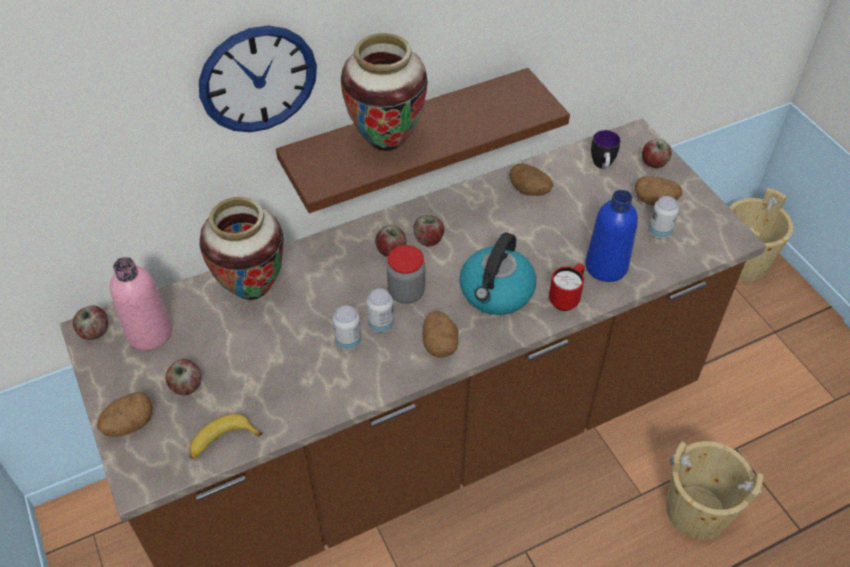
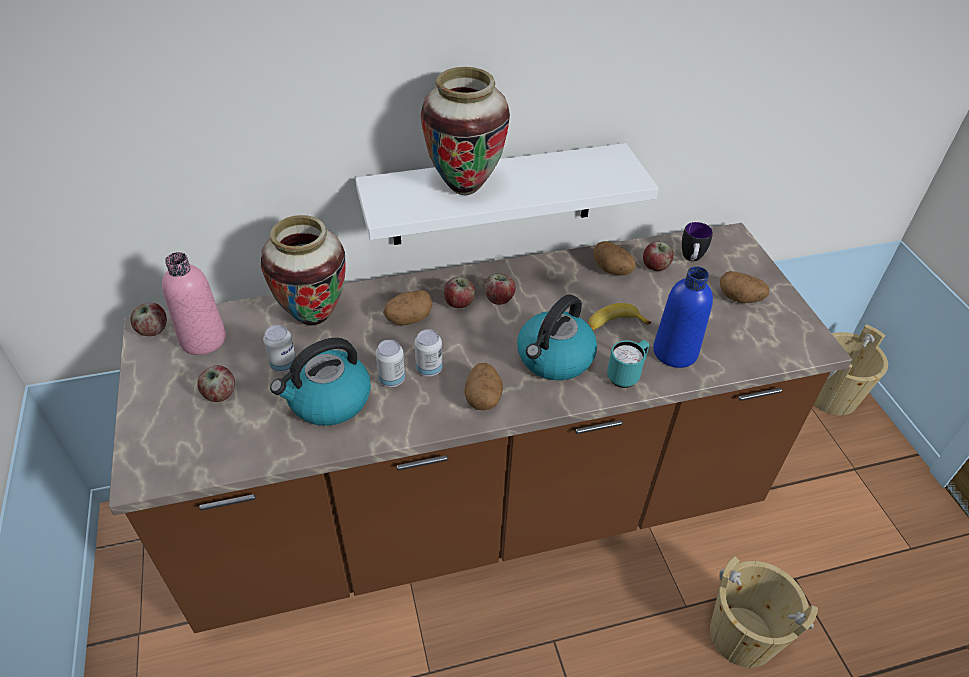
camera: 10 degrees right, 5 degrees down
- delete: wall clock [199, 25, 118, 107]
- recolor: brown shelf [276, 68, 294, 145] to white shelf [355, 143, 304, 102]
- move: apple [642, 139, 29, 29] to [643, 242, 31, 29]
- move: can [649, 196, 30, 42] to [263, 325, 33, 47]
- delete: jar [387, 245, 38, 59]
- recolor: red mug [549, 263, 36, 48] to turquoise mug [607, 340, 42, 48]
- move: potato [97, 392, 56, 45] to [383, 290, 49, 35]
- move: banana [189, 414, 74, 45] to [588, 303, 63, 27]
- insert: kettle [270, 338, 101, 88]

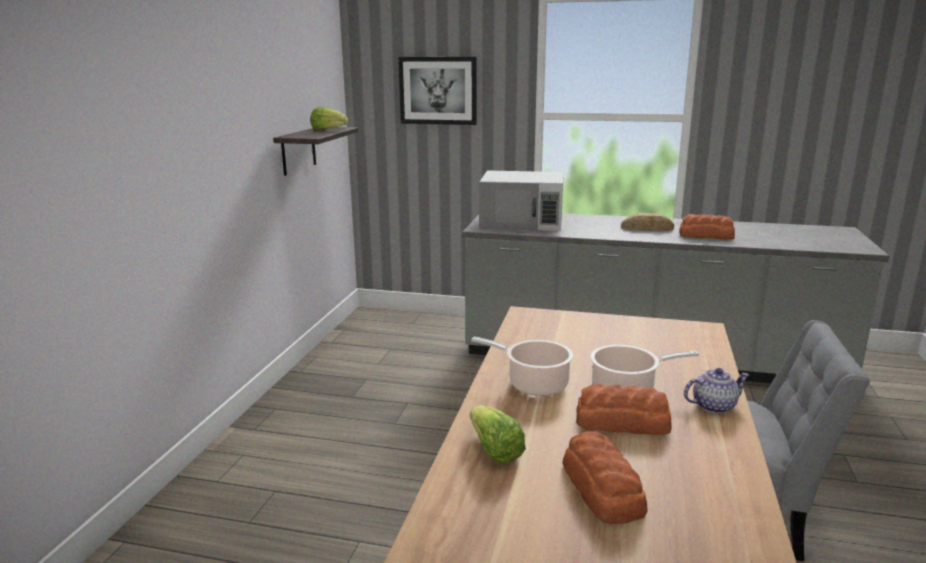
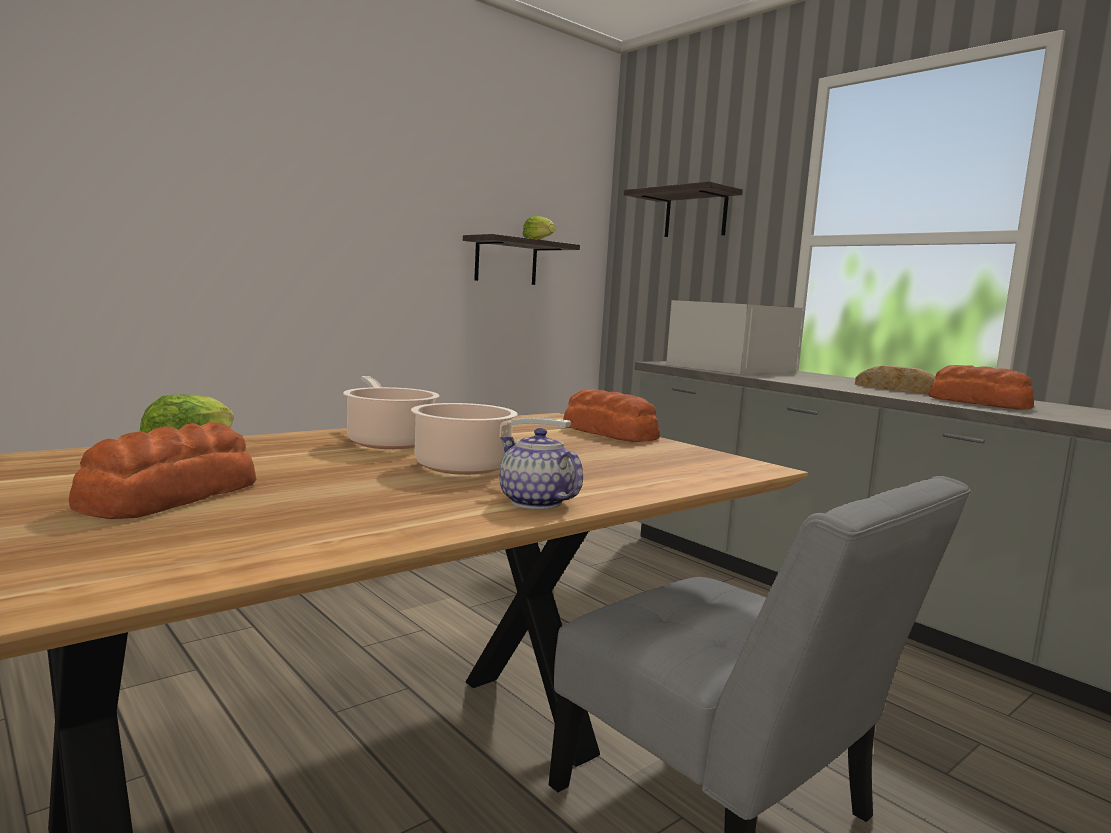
camera: 35 degrees right, 10 degrees down
- replace: picture [398, 57, 79, 68] to shelf [624, 181, 119, 56]
- rotate: white microwave [479, 171, 85, 60] = [666, 300, 137, 74] 90 degrees clockwise
- rotate: teapot [684, 368, 66, 46] = [499, 428, 84, 81] 150 degrees counterclockwise
- move: bread [576, 384, 96, 51] to [563, 389, 97, 53]

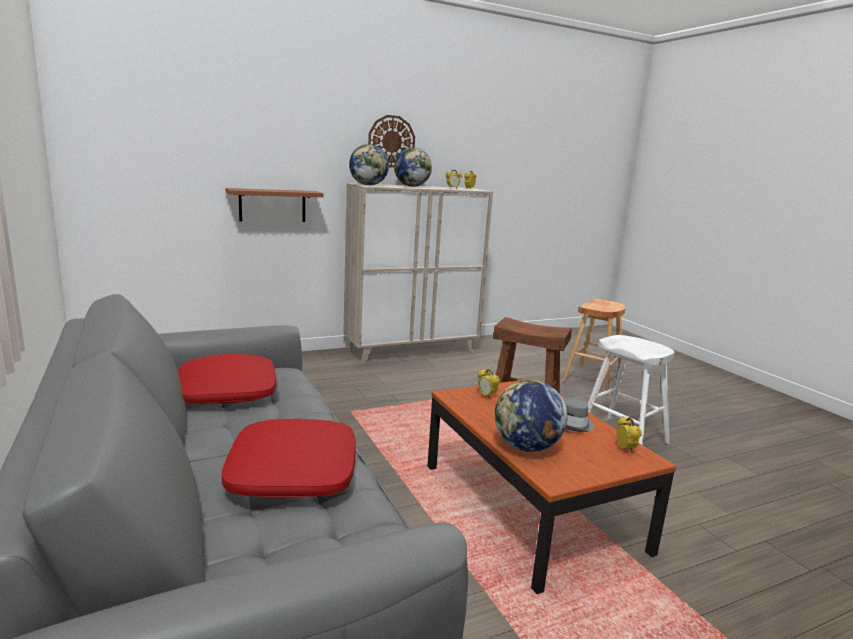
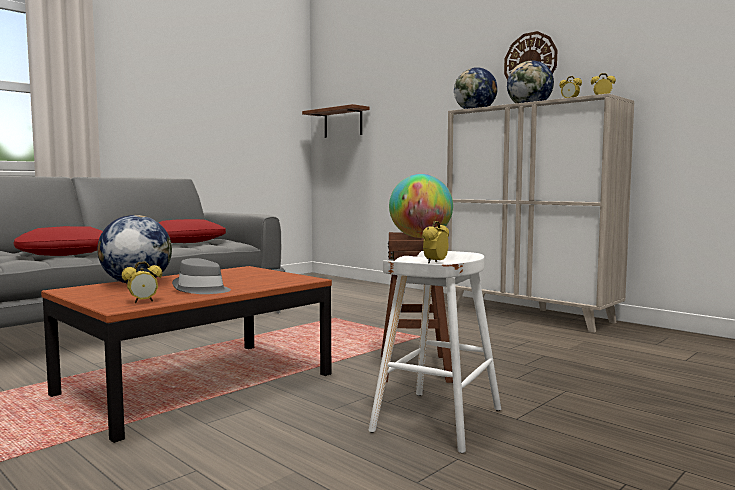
camera: 70 degrees right, 10 degrees down
- move: brown shelf [226, 188, 98, 34] to [302, 104, 67, 34]
- delete: brown stool [562, 298, 64, 93]
- move: alarm clock [478, 369, 22, 30] to [422, 221, 27, 43]
- insert: globe [389, 174, 64, 64]

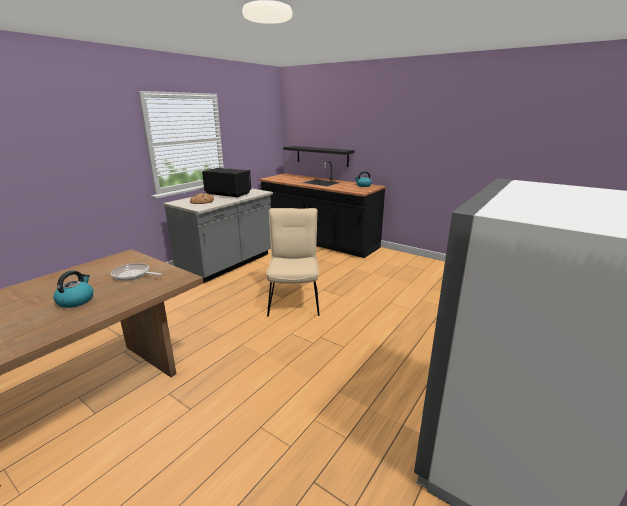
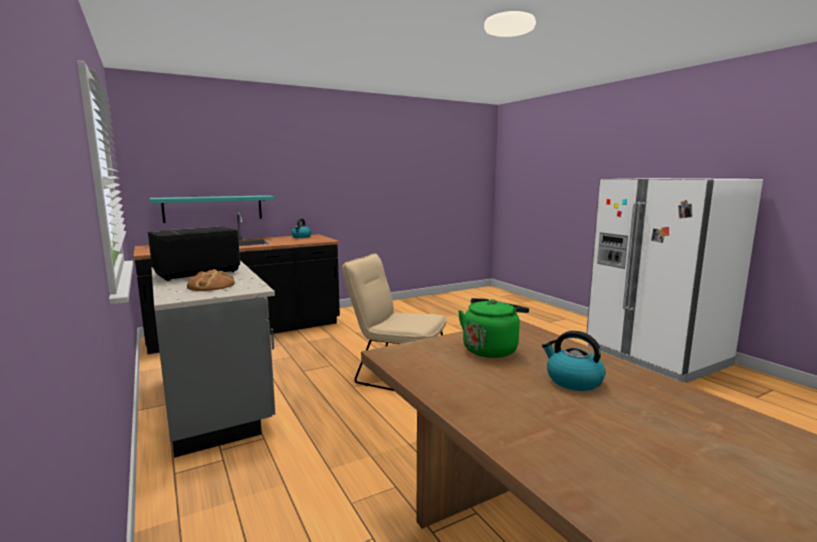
camera: 65 degrees left, 10 degrees down
- recolor: black shelf [283, 146, 72, 21] to turquoise shelf [150, 195, 125, 28]
- replace: frying pan [111, 263, 51, 18] to green kettle [458, 298, 71, 60]

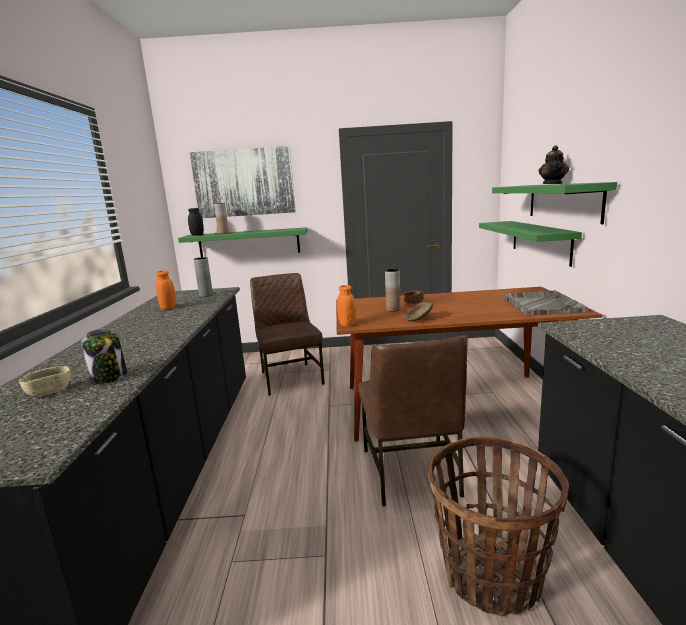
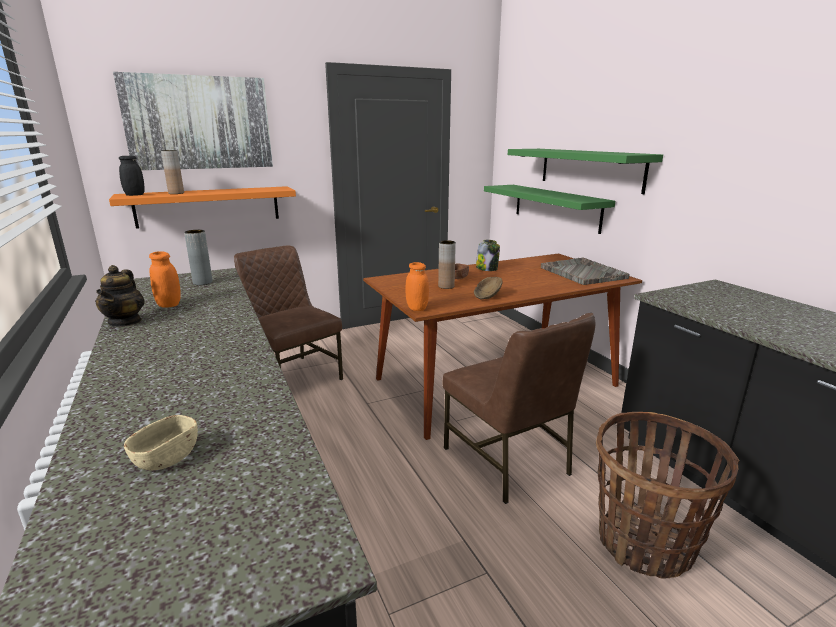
camera: 25 degrees left, 5 degrees up
- move: teapot [539, 145, 30, 39] to [95, 265, 50, 62]
- recolor: green shelf [178, 227, 130, 30] to orange shelf [109, 186, 187, 43]
- move: jar [81, 329, 46, 54] to [476, 240, 24, 31]

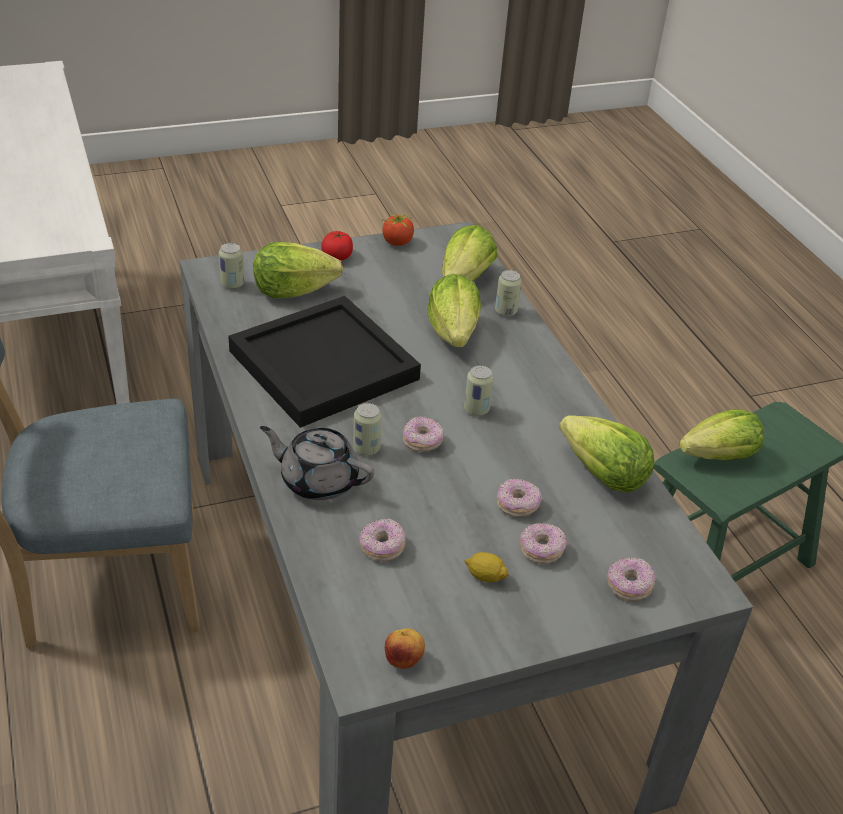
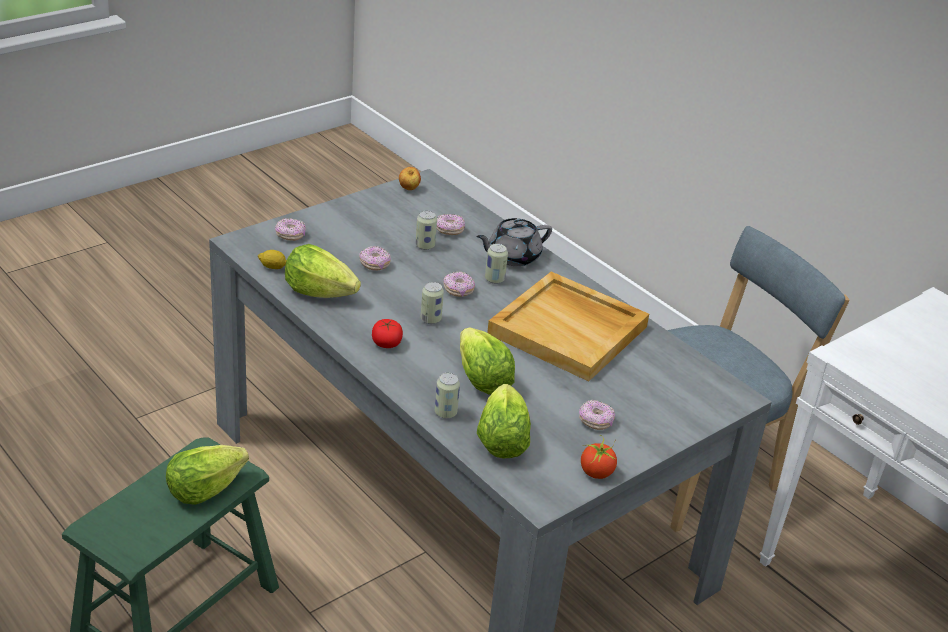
camera: 160 degrees right, 5 degrees down
- move: tomato [321, 231, 32, 30] to [372, 319, 31, 29]
- delete: lettuce [254, 242, 89, 56]
- move: can [219, 243, 25, 46] to [415, 211, 22, 39]
- recolor: black tray [228, 296, 193, 132] to beige tray [487, 272, 162, 109]
- rotate: grey teapot [260, 426, 114, 74] = [476, 218, 76, 48] 150 degrees clockwise
- move: donut [520, 523, 47, 41] to [579, 400, 36, 30]
- move: lemon [464, 552, 45, 30] to [258, 250, 29, 19]

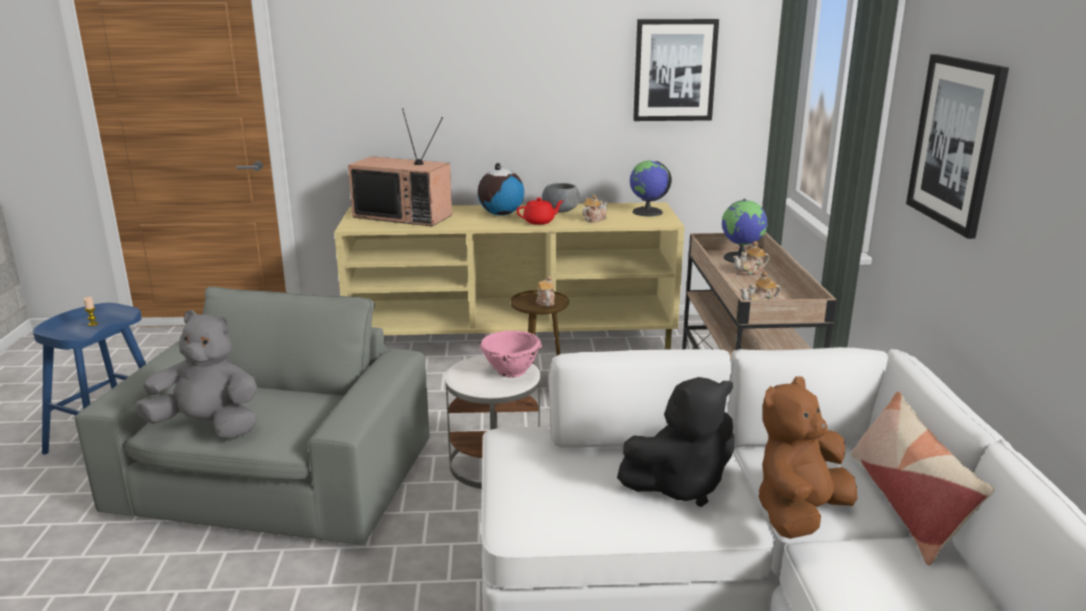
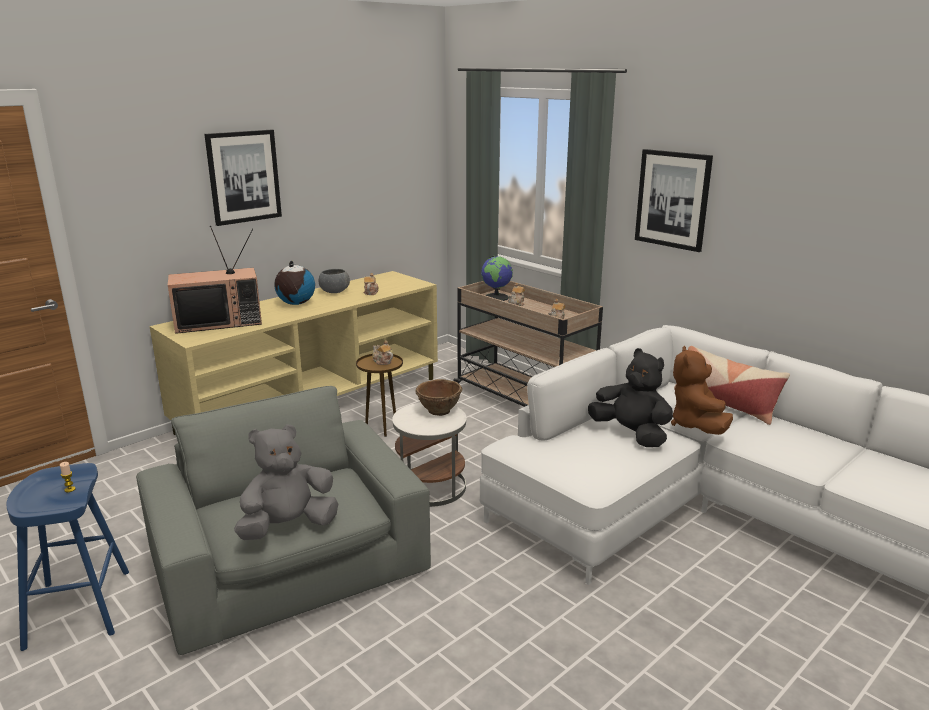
camera: 40 degrees left, 0 degrees up
- move: picture [633, 19, 86, 102] to [204, 130, 78, 96]
- delete: globe [630, 160, 42, 56]
- delete: red teapot [516, 198, 47, 27]
- recolor: pink bowl [479, 330, 63, 48] to brown bowl [415, 379, 48, 37]
- rotate: black plush toy [617, 377, 117, 130] = [588, 348, 85, 99] 75 degrees counterclockwise

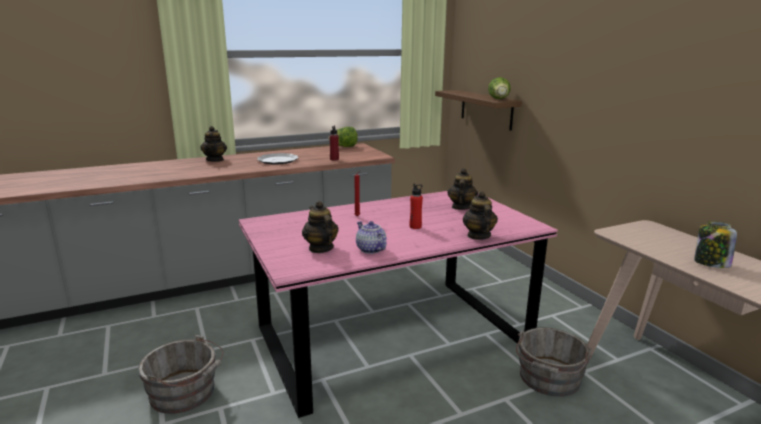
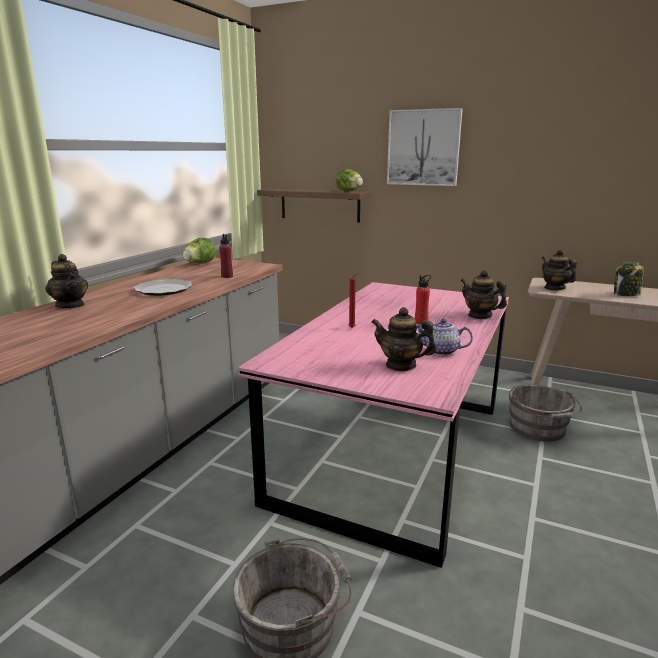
camera: 40 degrees left, 0 degrees up
- move: teapot [447, 168, 31, 42] to [542, 250, 35, 40]
- insert: picture [387, 108, 76, 78]

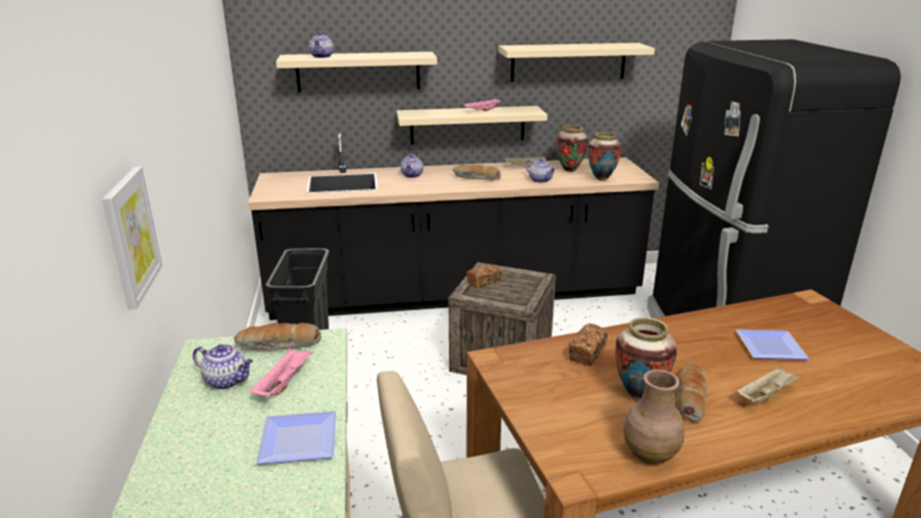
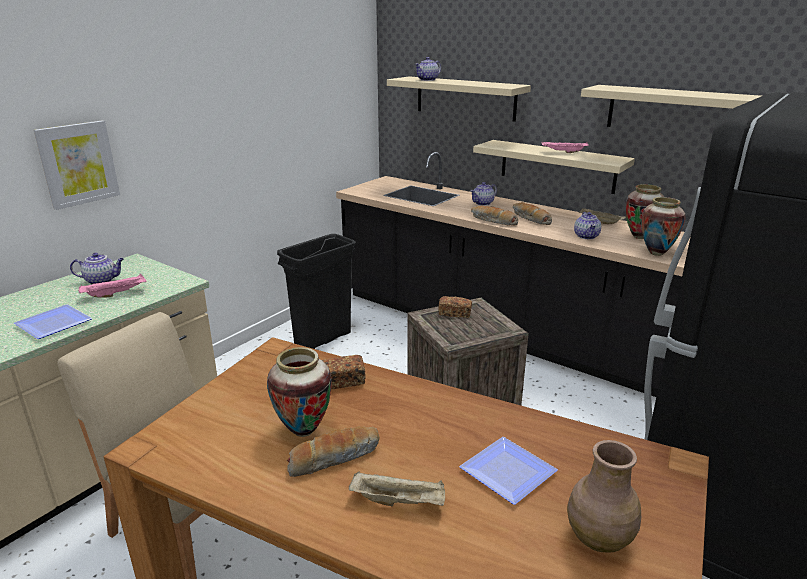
camera: 45 degrees right, 0 degrees up
- move: bread [234, 323, 87, 28] to [471, 205, 47, 21]
- rotate: teapot [193, 344, 60, 45] = [70, 253, 54, 32] 75 degrees counterclockwise
- move: brown vase [623, 369, 61, 95] to [567, 440, 74, 113]

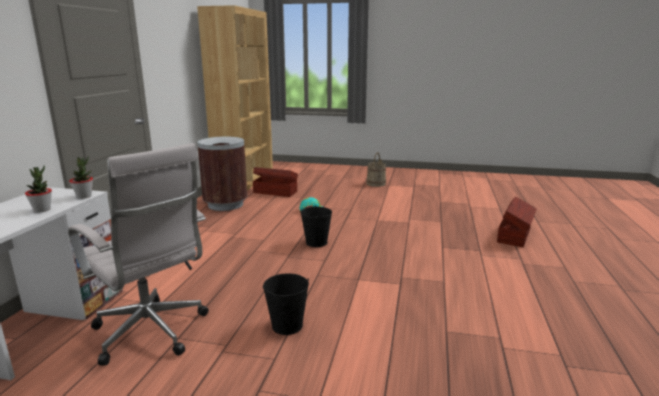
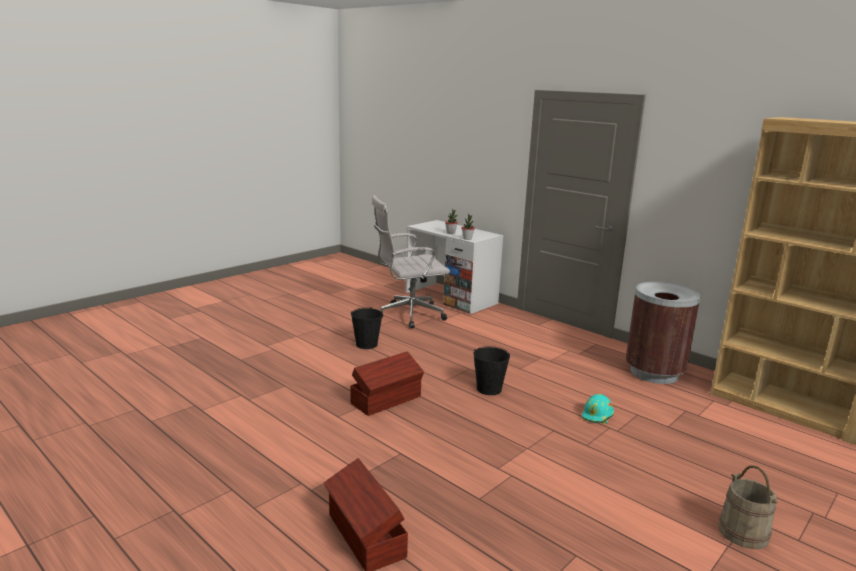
camera: 120 degrees right, 0 degrees up
- move: brown storage box [253, 167, 45, 30] to [350, 351, 74, 65]

